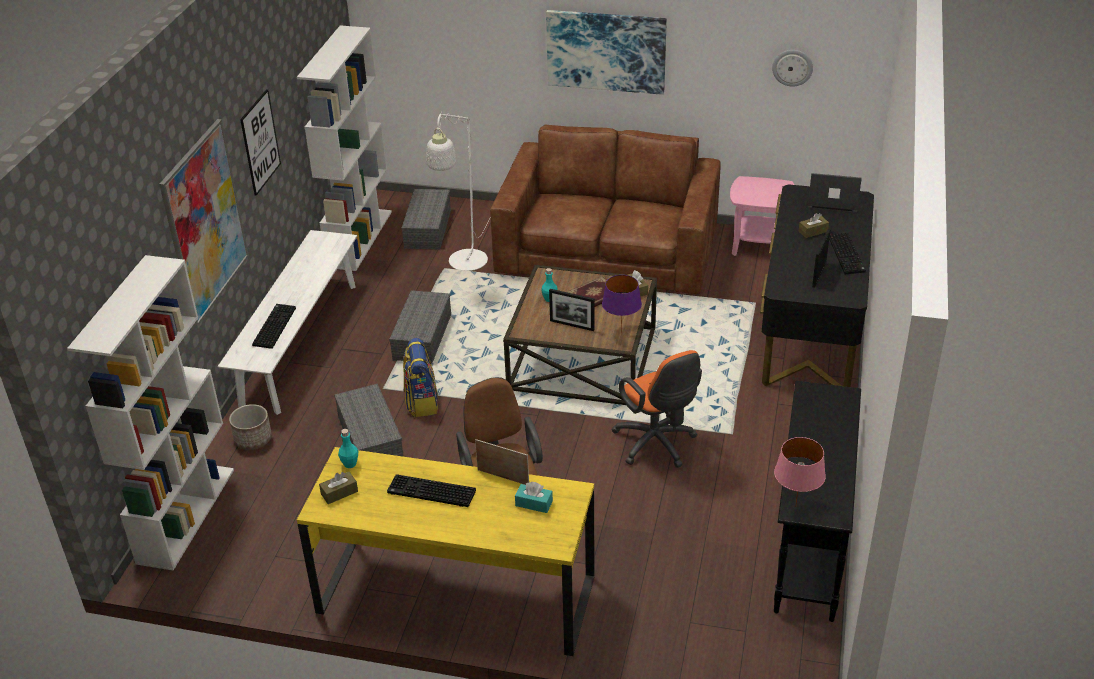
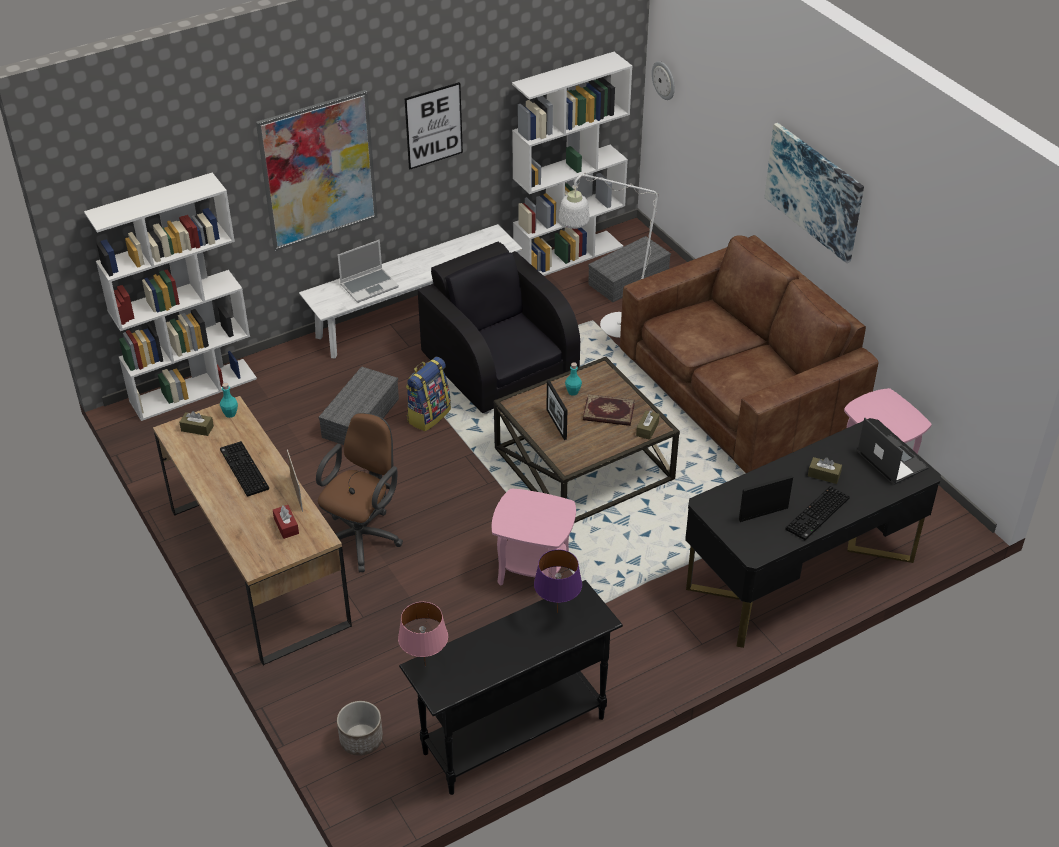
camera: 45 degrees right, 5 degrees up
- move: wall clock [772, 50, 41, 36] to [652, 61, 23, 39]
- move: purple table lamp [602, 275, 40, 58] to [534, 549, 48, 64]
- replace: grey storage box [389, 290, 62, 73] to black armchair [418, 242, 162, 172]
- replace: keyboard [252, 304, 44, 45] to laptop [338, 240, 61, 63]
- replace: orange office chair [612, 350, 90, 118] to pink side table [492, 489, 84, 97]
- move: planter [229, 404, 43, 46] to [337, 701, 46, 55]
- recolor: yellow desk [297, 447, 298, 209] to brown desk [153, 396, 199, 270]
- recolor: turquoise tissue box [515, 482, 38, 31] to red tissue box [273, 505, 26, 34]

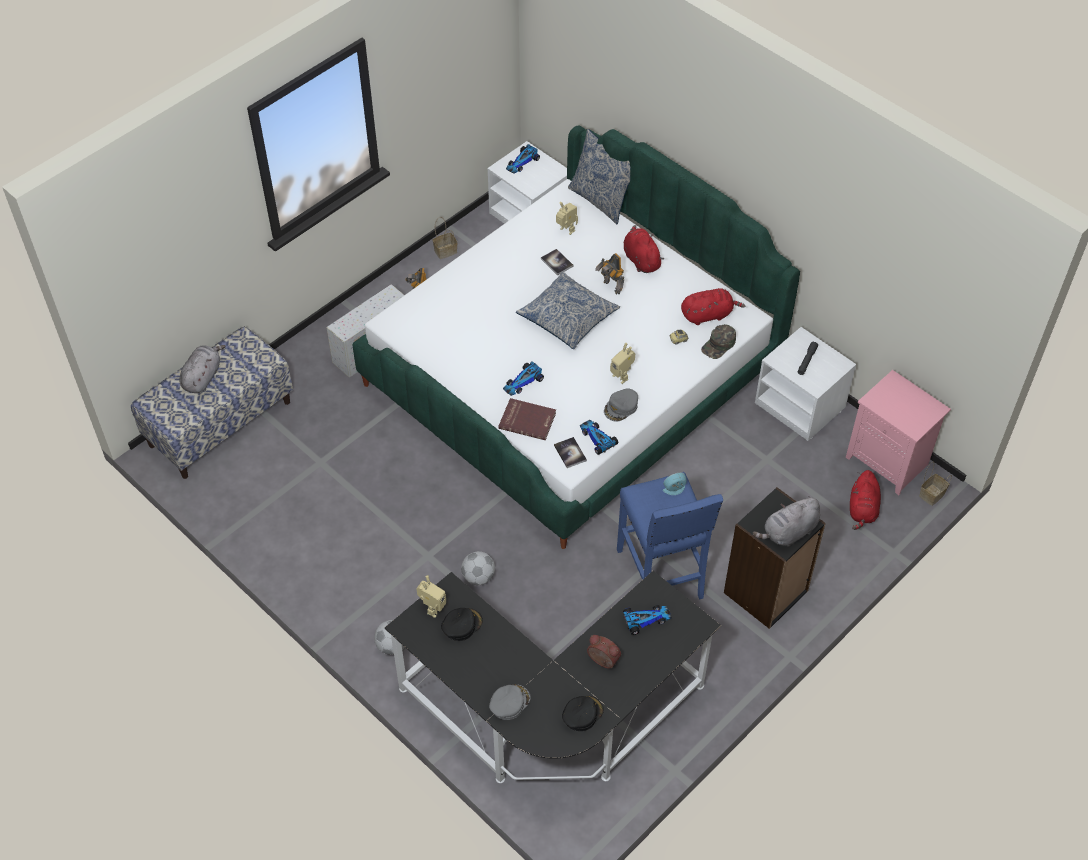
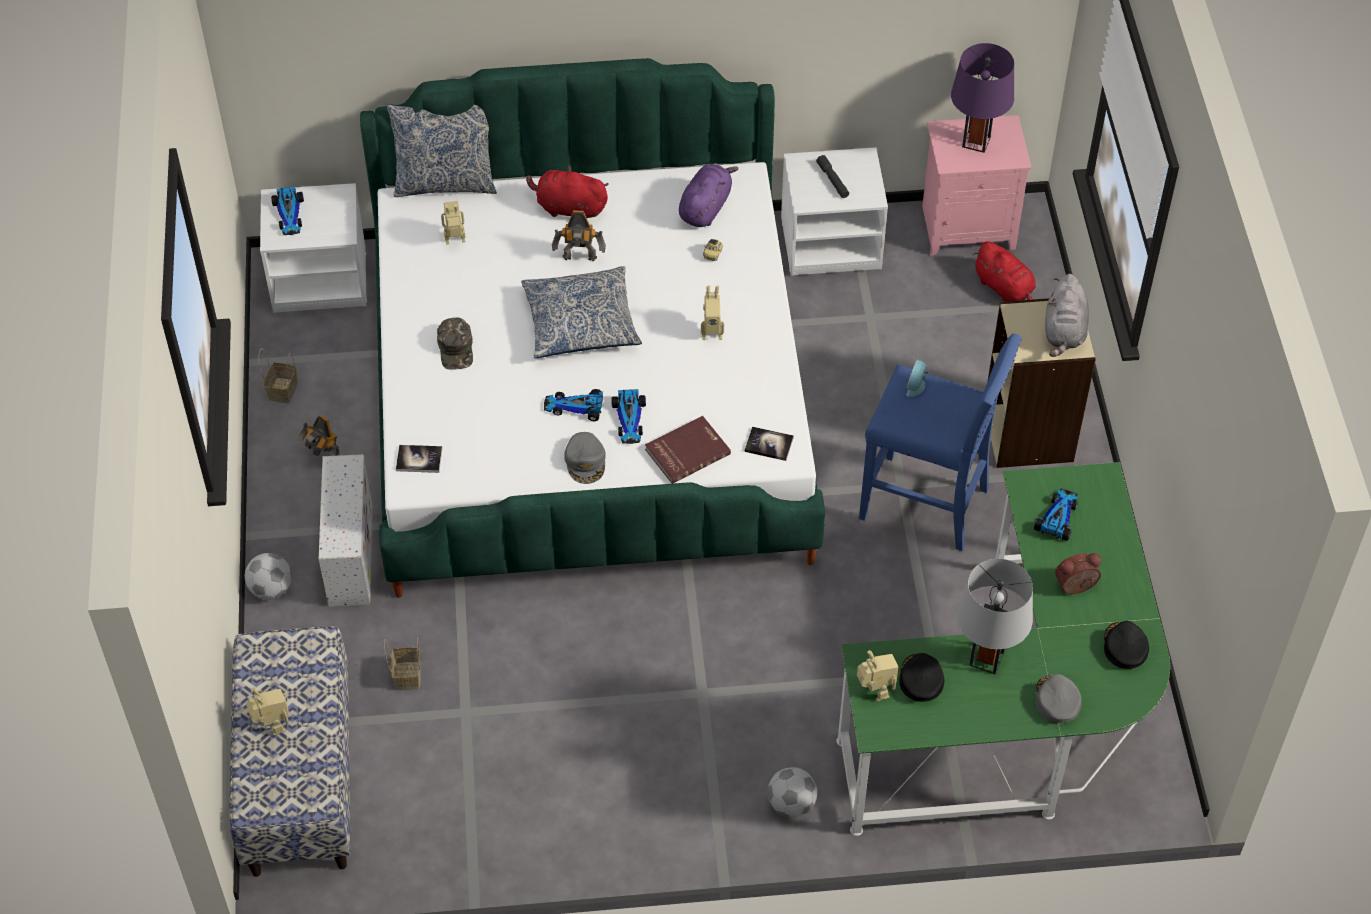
camera: 50 degrees left, 0 degrees up
- move: book [541, 249, 33, 26] to [396, 445, 46, 28]
- recolor: red plush toy [681, 288, 64, 37] to purple plush toy [679, 164, 60, 63]
- move: green cap [701, 324, 35, 35] to [437, 318, 36, 52]
- replace: grey plush toy [179, 345, 46, 48] to toy robot [246, 687, 44, 49]
- move: grey cap [604, 388, 34, 34] to [564, 432, 42, 52]
- move: toy car [580, 420, 38, 35] to [544, 389, 59, 33]
- move: basket [919, 462, 33, 44] to [384, 637, 37, 53]
- recolor: black bookcase [724, 487, 102, 142] to beige bookcase [987, 298, 109, 170]
- move: football [461, 551, 34, 35] to [245, 553, 47, 47]
- recolor: black desk [384, 571, 337, 212] to green desk [836, 462, 334, 374]
- insert: purple table lamp [951, 43, 63, 110]
- insert: grey table lamp [957, 559, 76, 116]

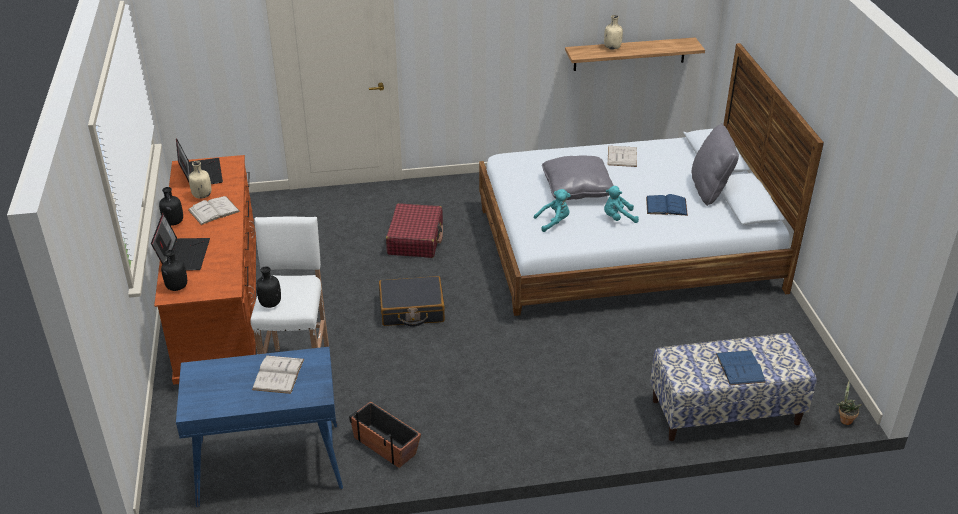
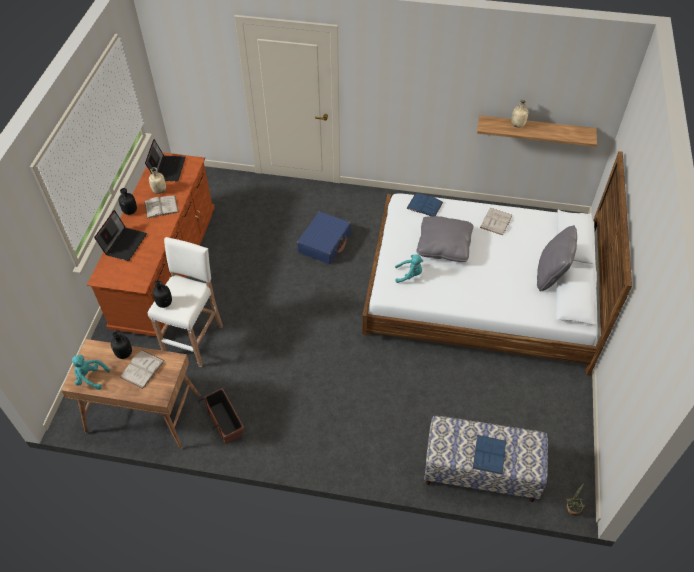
camera: 20 degrees right, 15 degrees up
- move: turquoise plush toy [604, 186, 35, 37] to [71, 355, 39, 35]
- move: blue book [646, 194, 42, 22] to [406, 193, 37, 23]
- recolor: red suitcase [386, 203, 57, 55] to blue suitcase [297, 211, 54, 53]
- move: black bottle [161, 250, 26, 41] to [111, 332, 21, 27]
- delete: black suitcase [379, 276, 66, 50]
- recolor: blue desk [176, 347, 167, 160] to brown desk [61, 339, 139, 110]

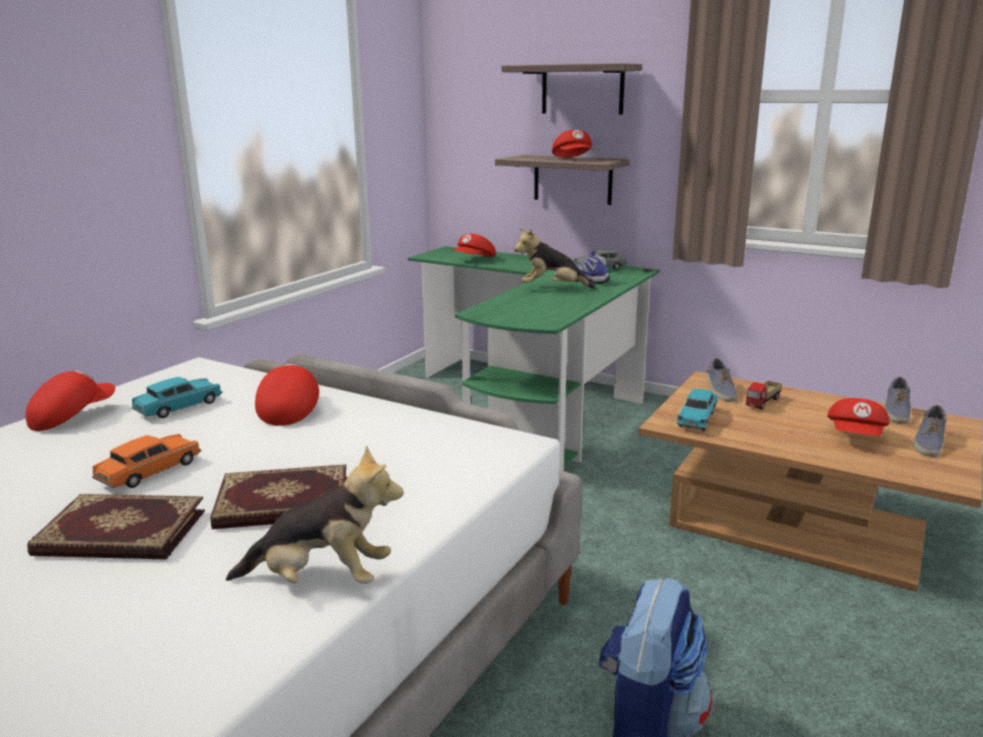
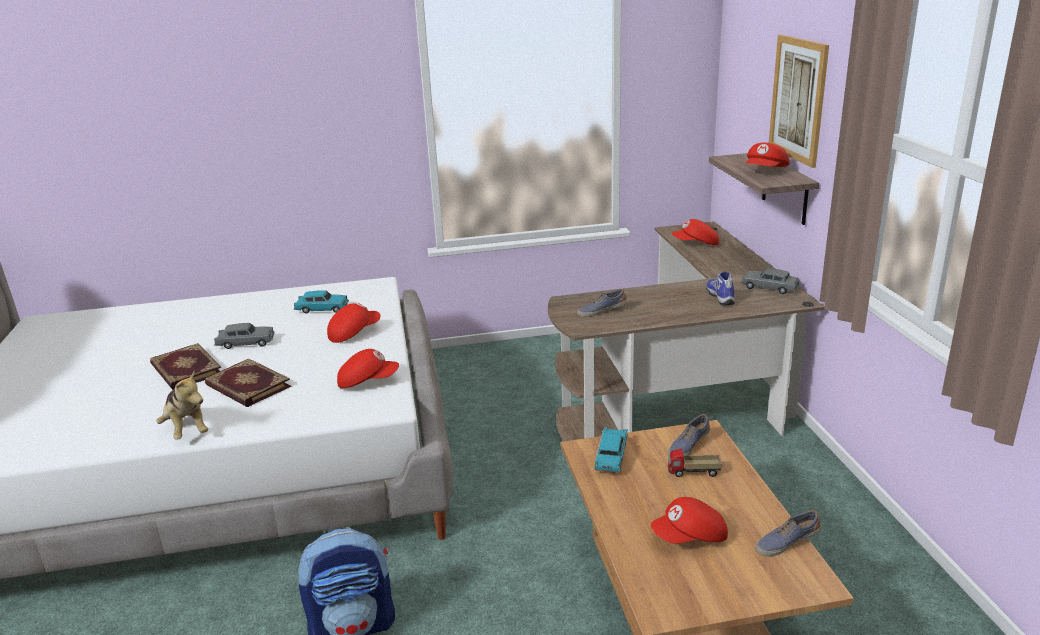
camera: 50 degrees right, 5 degrees up
- replace: shelf [502, 63, 140, 52] to picture [769, 35, 60, 133]
- delete: plush toy [514, 228, 82, 61]
- recolor: green desk [408, 246, 252, 225] to brown desk [548, 221, 277, 221]
- move: red cap [26, 370, 89, 61] to [337, 349, 62, 39]
- rotate: turquoise toy car [677, 389, 40, 42] = [595, 427, 33, 46] 120 degrees clockwise
- move: shoe [913, 405, 33, 52] to [577, 289, 50, 28]
- recolor: orange toy car [92, 434, 109, 54] to grey toy car [214, 323, 61, 26]

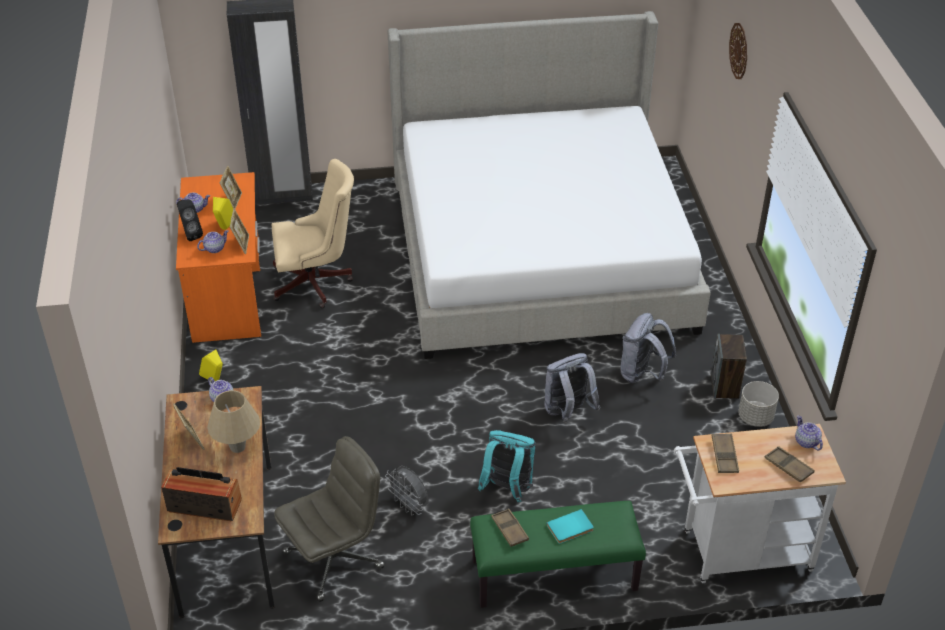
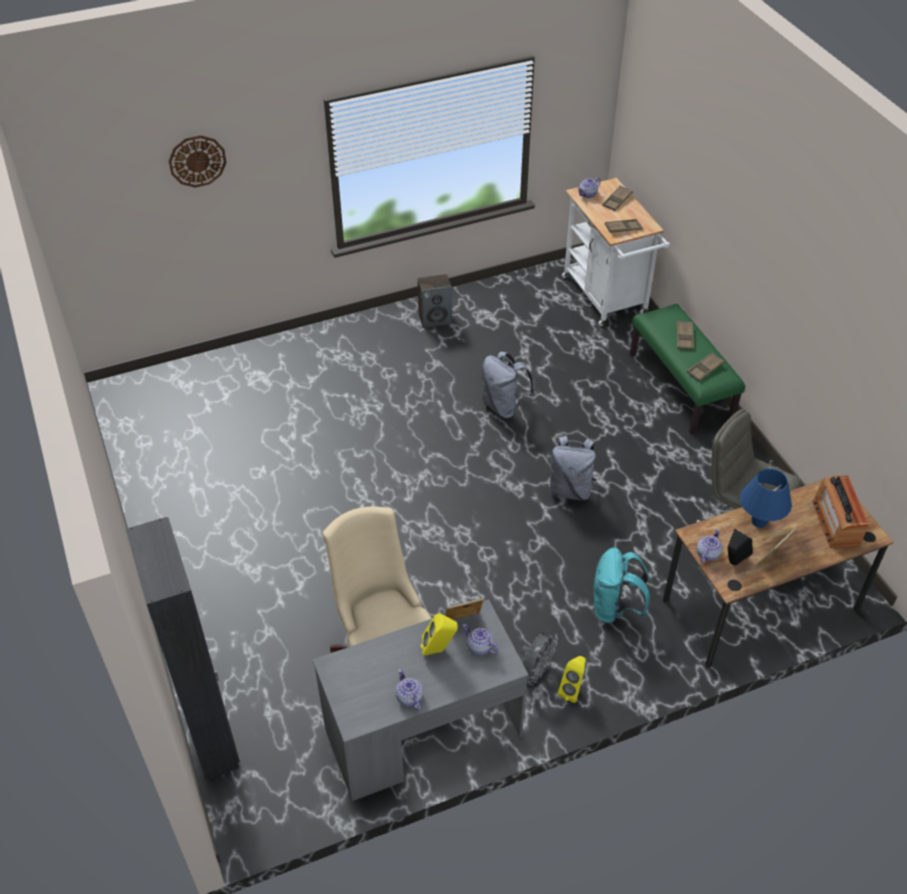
camera: 105 degrees left, 5 degrees up
- delete: bed [387, 11, 324, 348]
- delete: picture frame [220, 166, 22, 43]
- recolor: orange desk [176, 172, 85, 171] to grey desk [312, 599, 217, 202]
- move: black speaker [177, 199, 26, 42] to [728, 529, 25, 36]
- move: grey backpack [620, 313, 56, 70] to [548, 436, 49, 64]
- delete: grey planter [738, 381, 41, 46]
- recolor: beige table lamp [207, 390, 53, 63] to blue table lamp [740, 468, 52, 60]
- move: turquoise backpack [478, 430, 58, 72] to [593, 547, 57, 77]
- move: grey fan [385, 466, 44, 49] to [521, 631, 37, 54]
- replace: turquoise book [546, 509, 48, 35] to brown tray [677, 321, 17, 29]

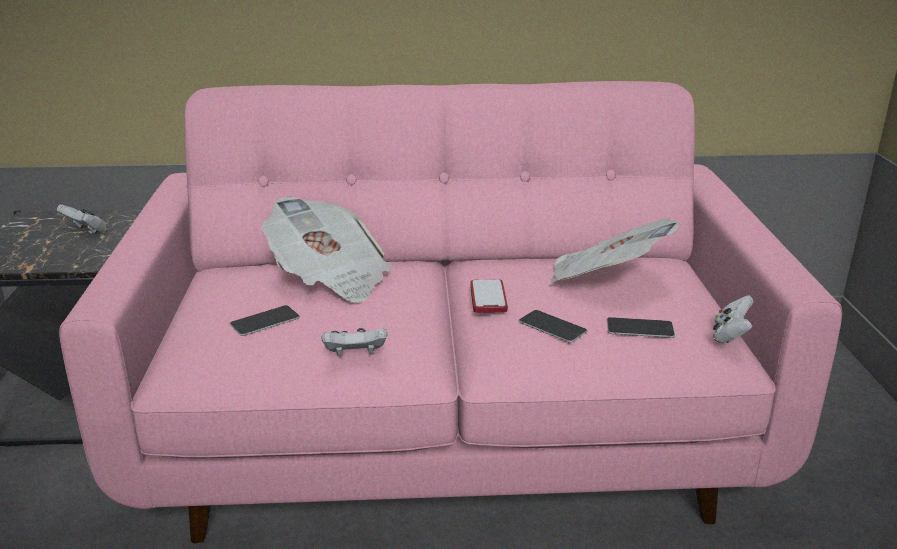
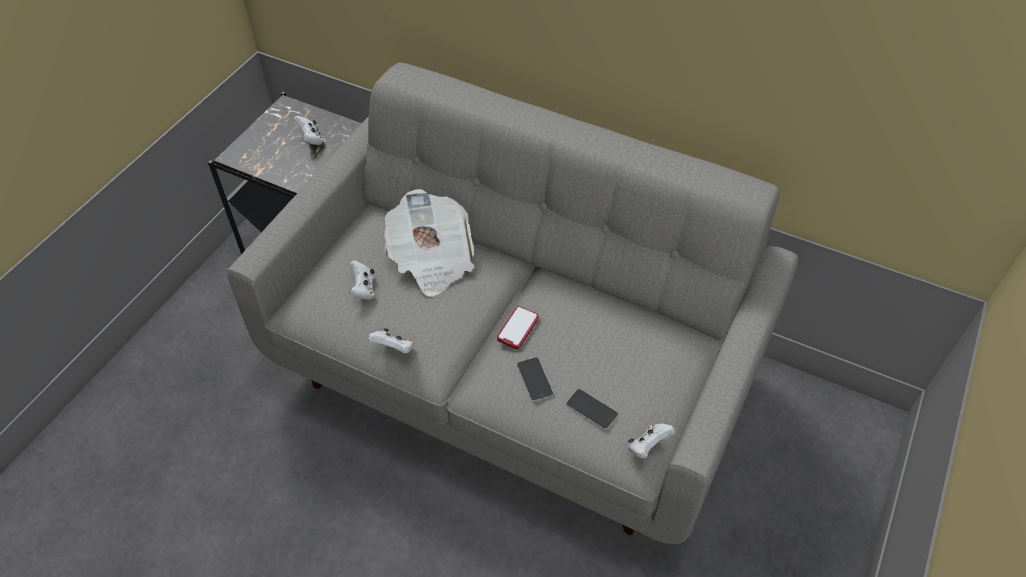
camera: 30 degrees right, 25 degrees up
- recolor: pink sofa [59, 81, 783, 462] to grey sofa [227, 62, 571, 482]
- delete: newspaper [551, 217, 128, 65]
- replace: phone [230, 305, 70, 31] to white game controller [349, 260, 26, 40]

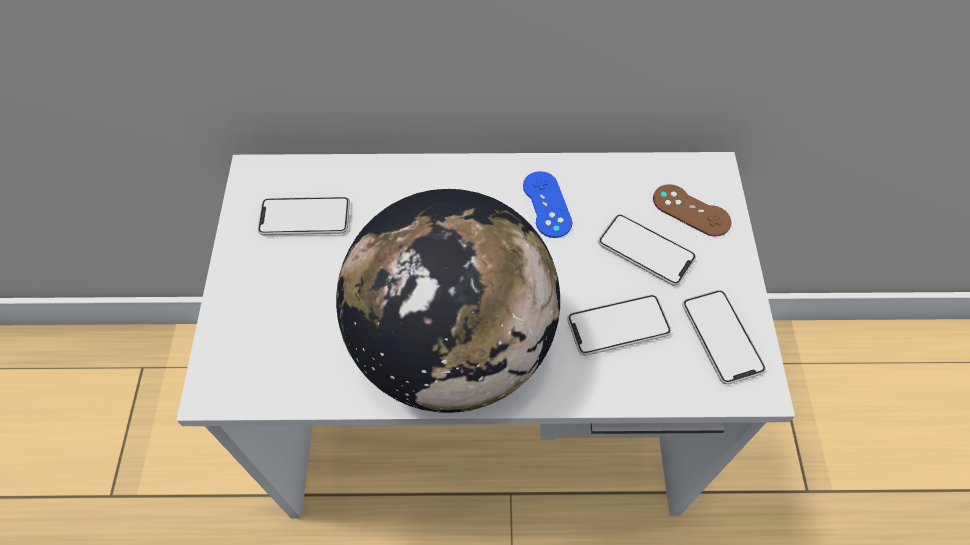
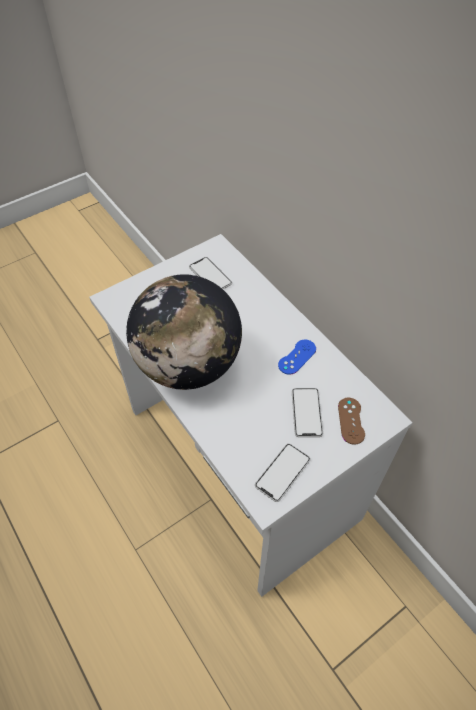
camera: 55 degrees right, 5 degrees down
- delete: phone [567, 295, 104, 60]

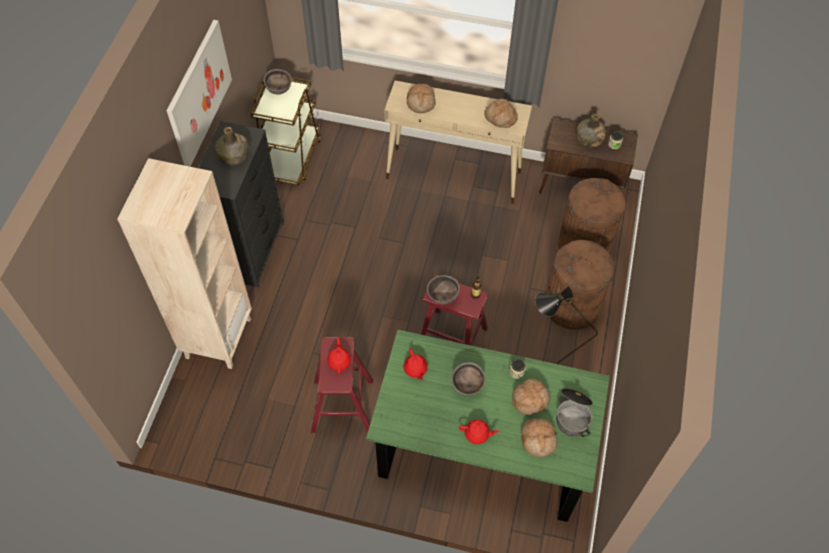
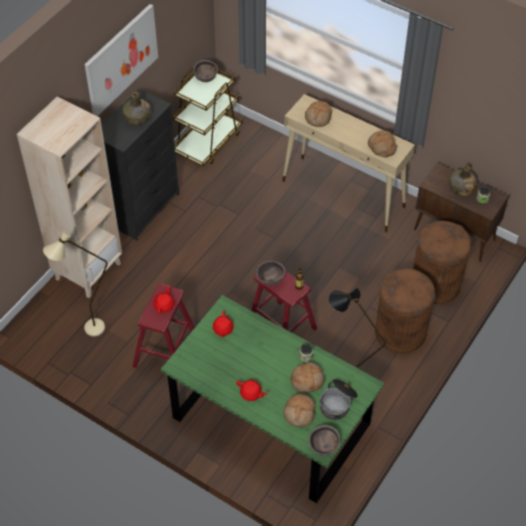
camera: 20 degrees right, 5 degrees down
- move: brown bowl [451, 362, 35, 34] to [309, 425, 31, 31]
- insert: beige floor lamp [43, 230, 65, 106]

